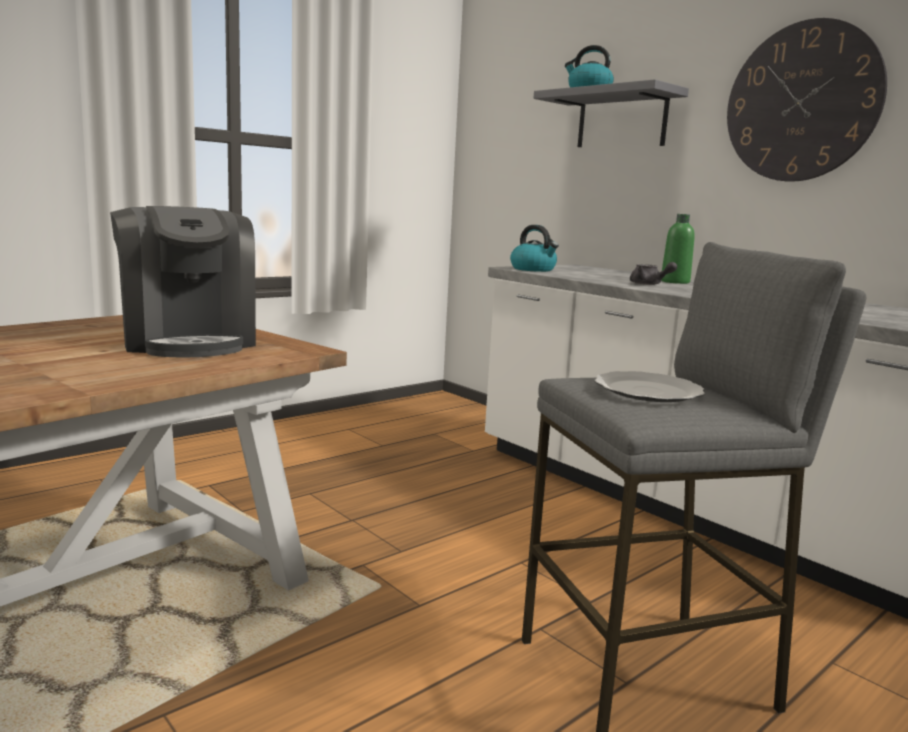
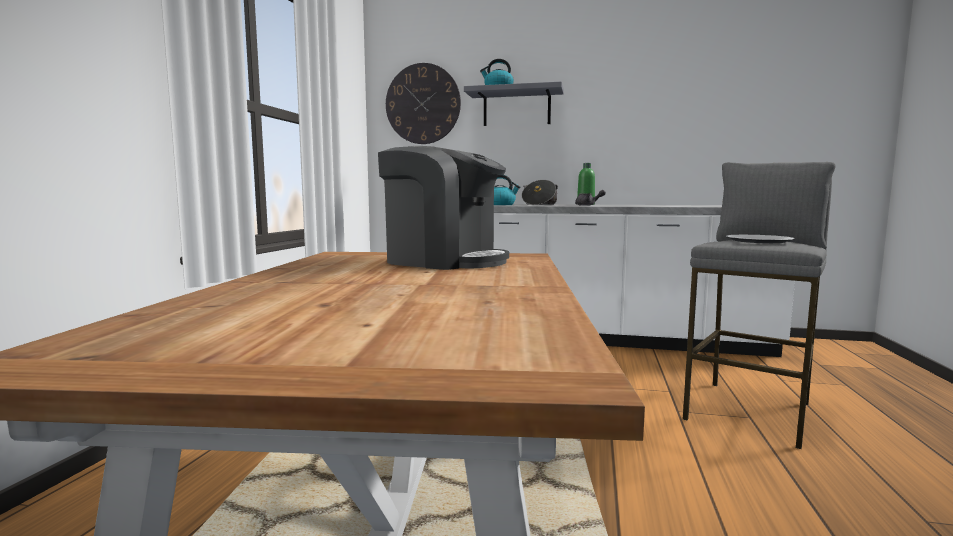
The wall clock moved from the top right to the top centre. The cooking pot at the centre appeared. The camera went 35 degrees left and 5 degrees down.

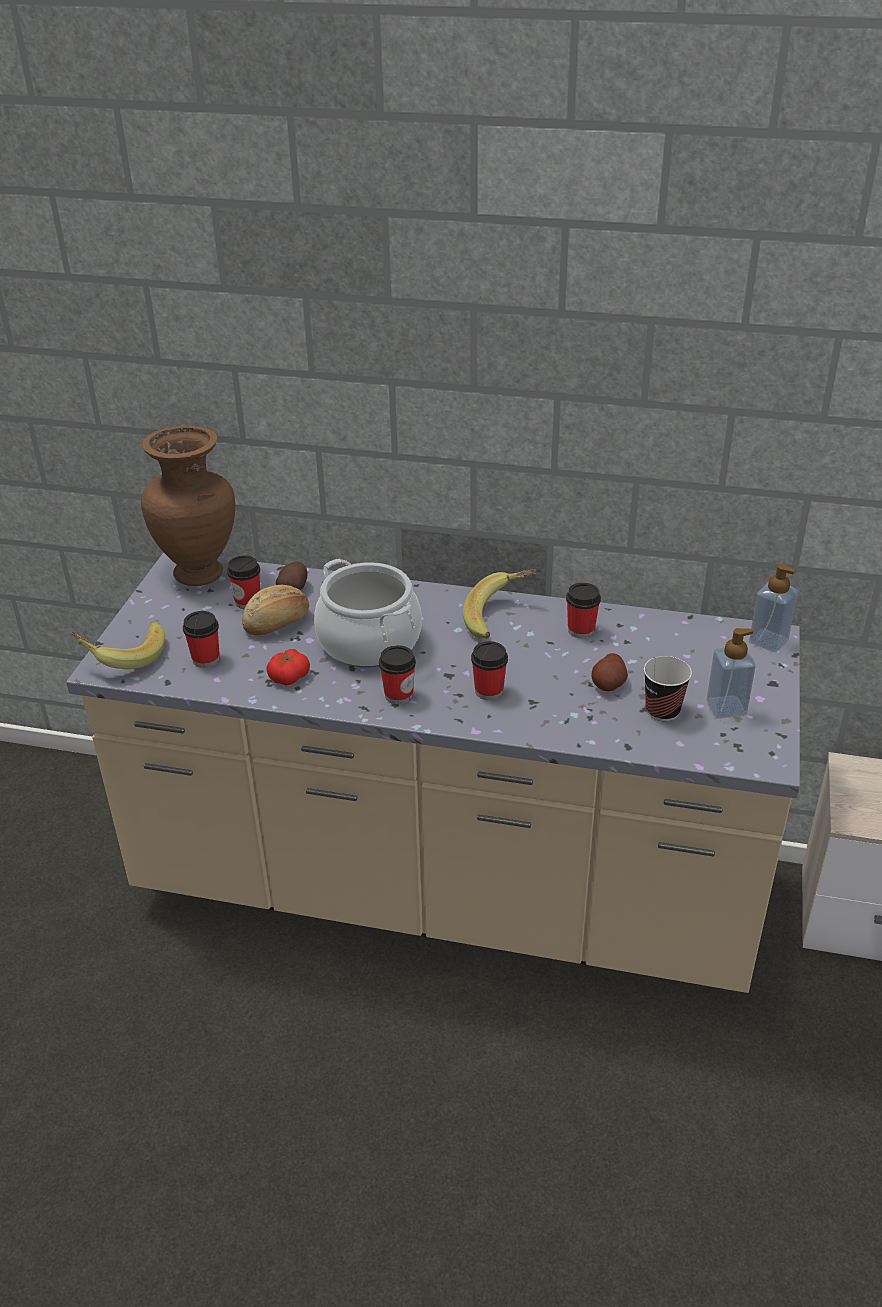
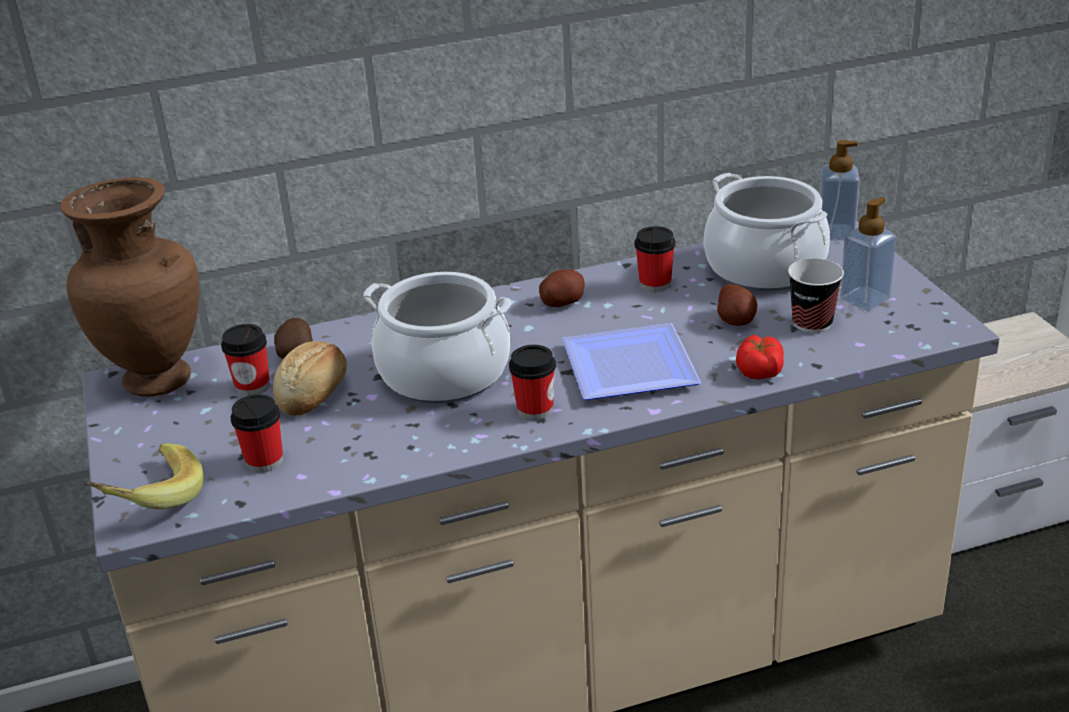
The tomato moved from the middle left to the middle right. The banana (no. 2 from left) at the centre was replaced by the potato (no. 2 from left) at the centre. The cup (no. 4 from left) at the centre was replaced by the plate at the centre. The cooking pot (no. 2 from left) at the top right appeared. The camera went 30 degrees left and 5 degrees down.

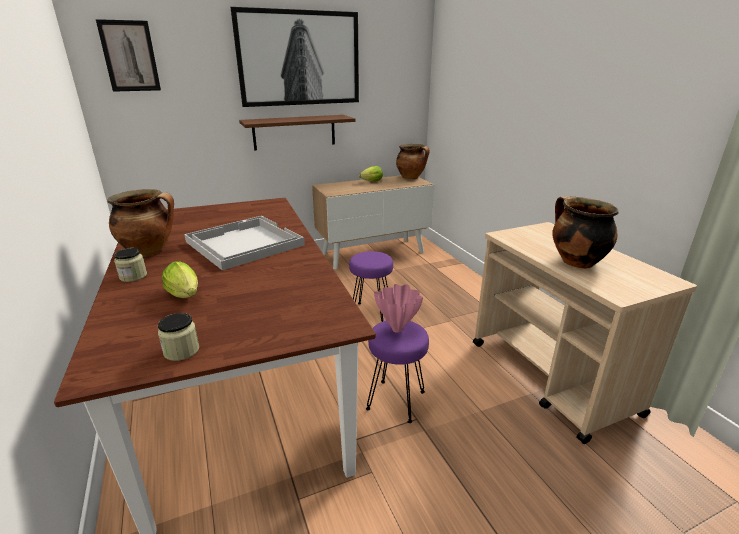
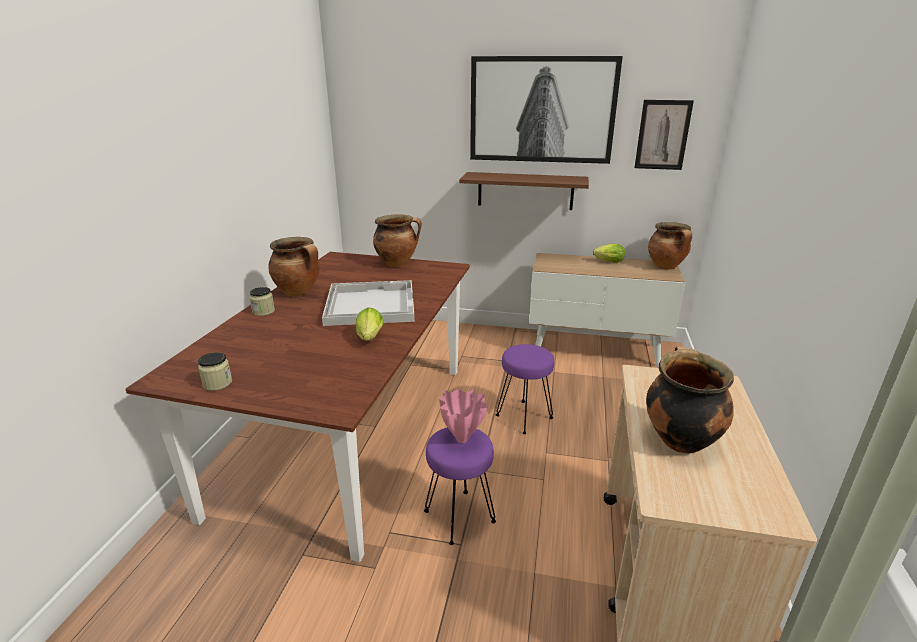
The picture (no. 1 from left in the first image) moved from the top left to the top right. The lettuce (no. 1 from left) moved from the middle left to the centre. The cooking pot (no. 2 from left) at the centre appeared. The camera went 35 degrees right and 0 degrees up.

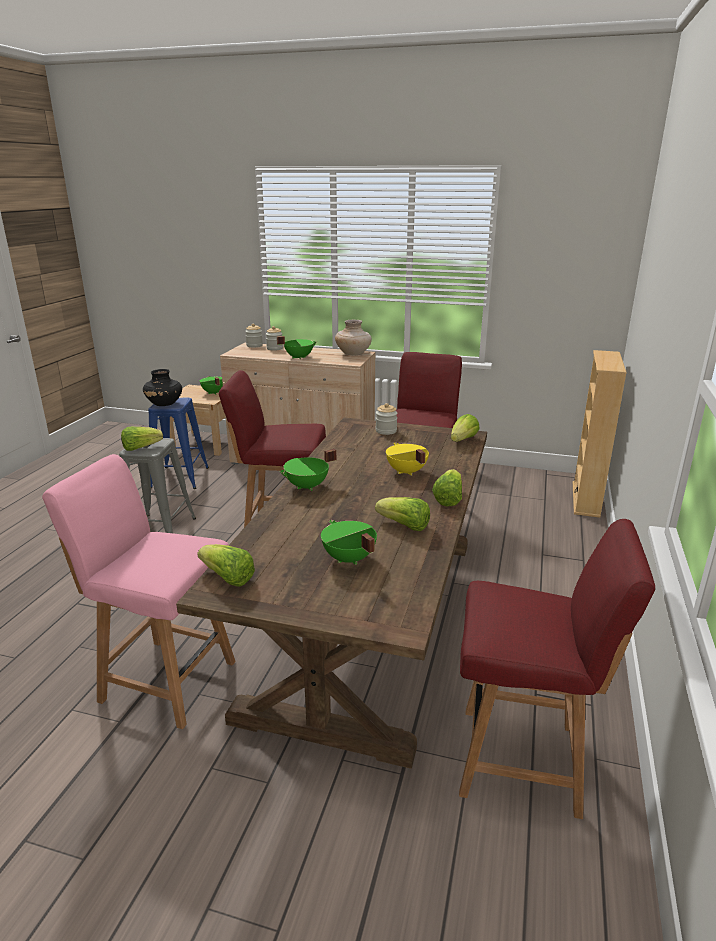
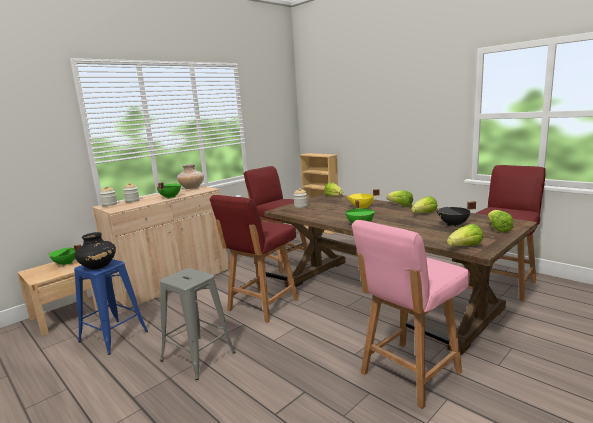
The lettuce (no. 1 from left in the first image) moved from the middle left to the middle right. The green cooking pot (no. 4 from left) at the centre became the black cooking pot at the middle right. The camera went 60 degrees left and 10 degrees down.

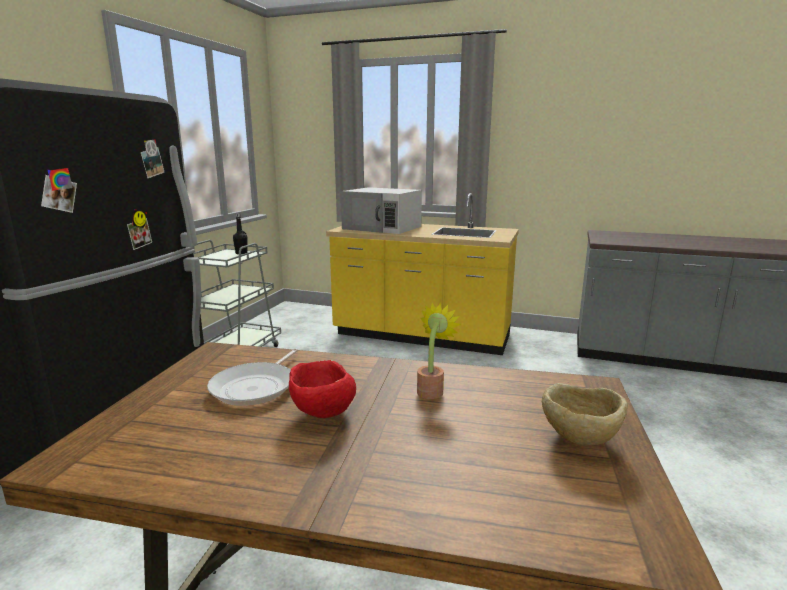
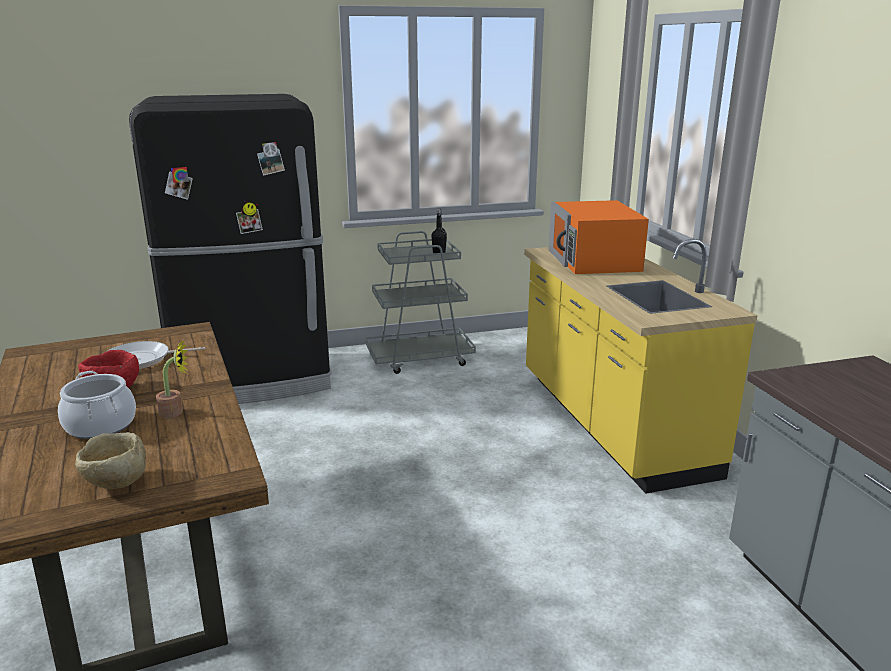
The white microwave at the centre became the orange microwave at the middle right. The cooking pot at the middle left appeared. The camera went 55 degrees right and 5 degrees up.

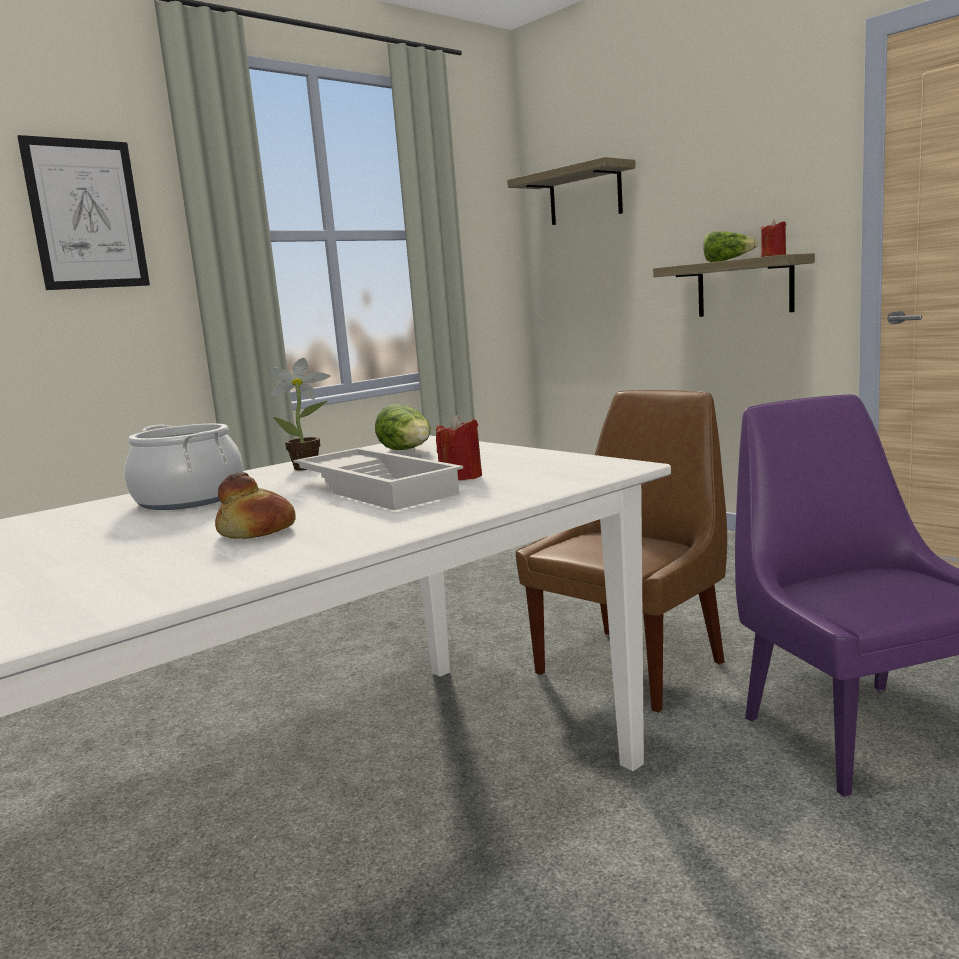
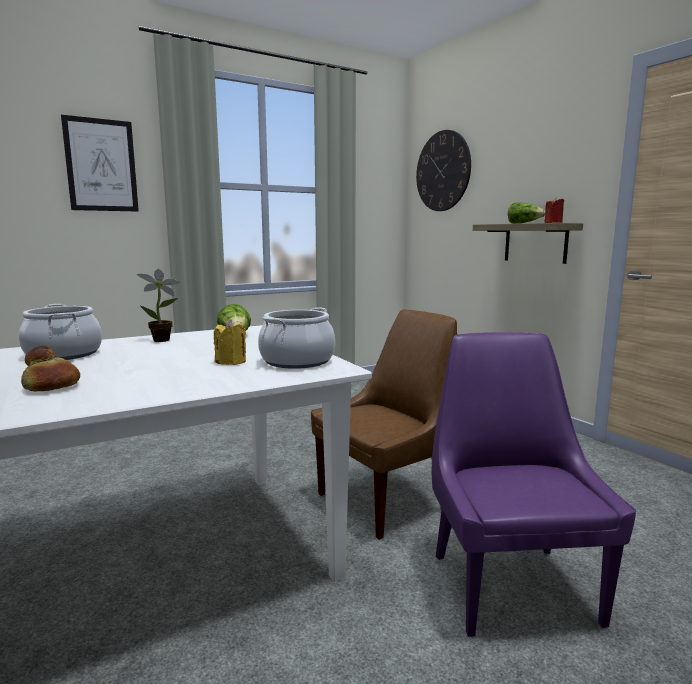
The white tray at the centre disappeared. The red candle (no. 1 from left) at the centre became the yellow candle at the middle left. The shelf (no. 1 from left) at the top centre was replaced by the wall clock at the top centre. The cooking pot (no. 2 from left) at the centre appeared. The camera went 10 degrees right and 0 degrees up.

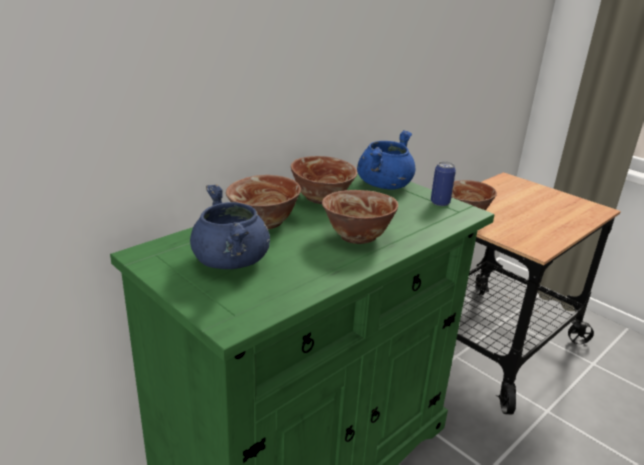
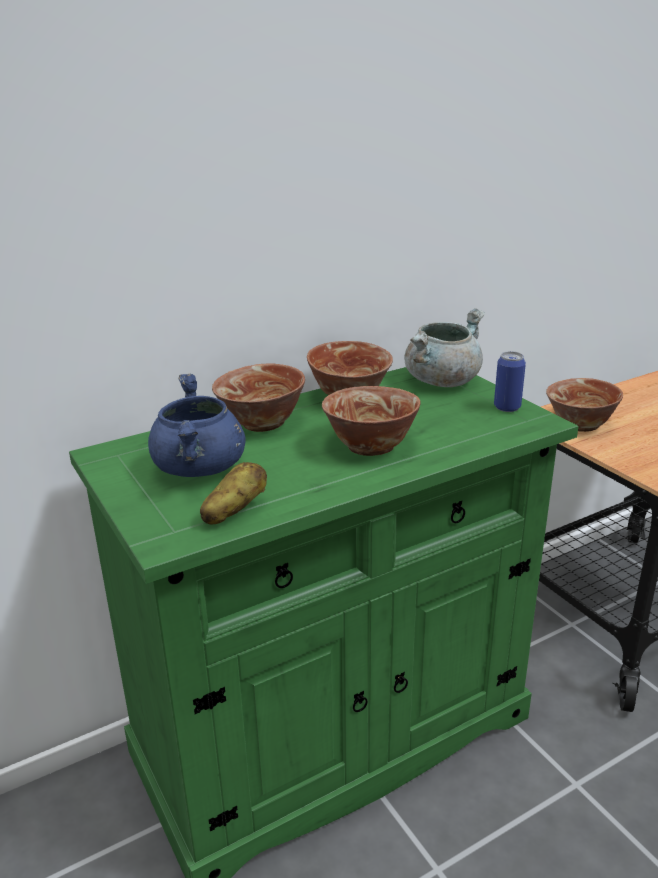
The blue cooking pot (no. 2 from left) at the centre became the grey cooking pot at the middle right. The potato at the centre appeared. The camera went 15 degrees right and 0 degrees up.

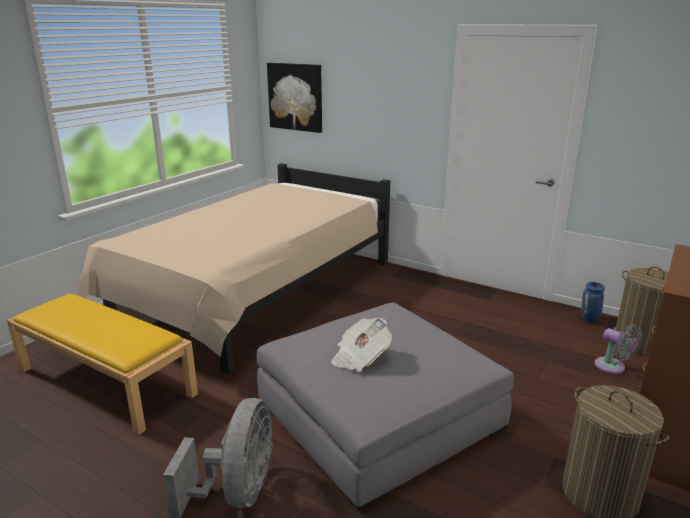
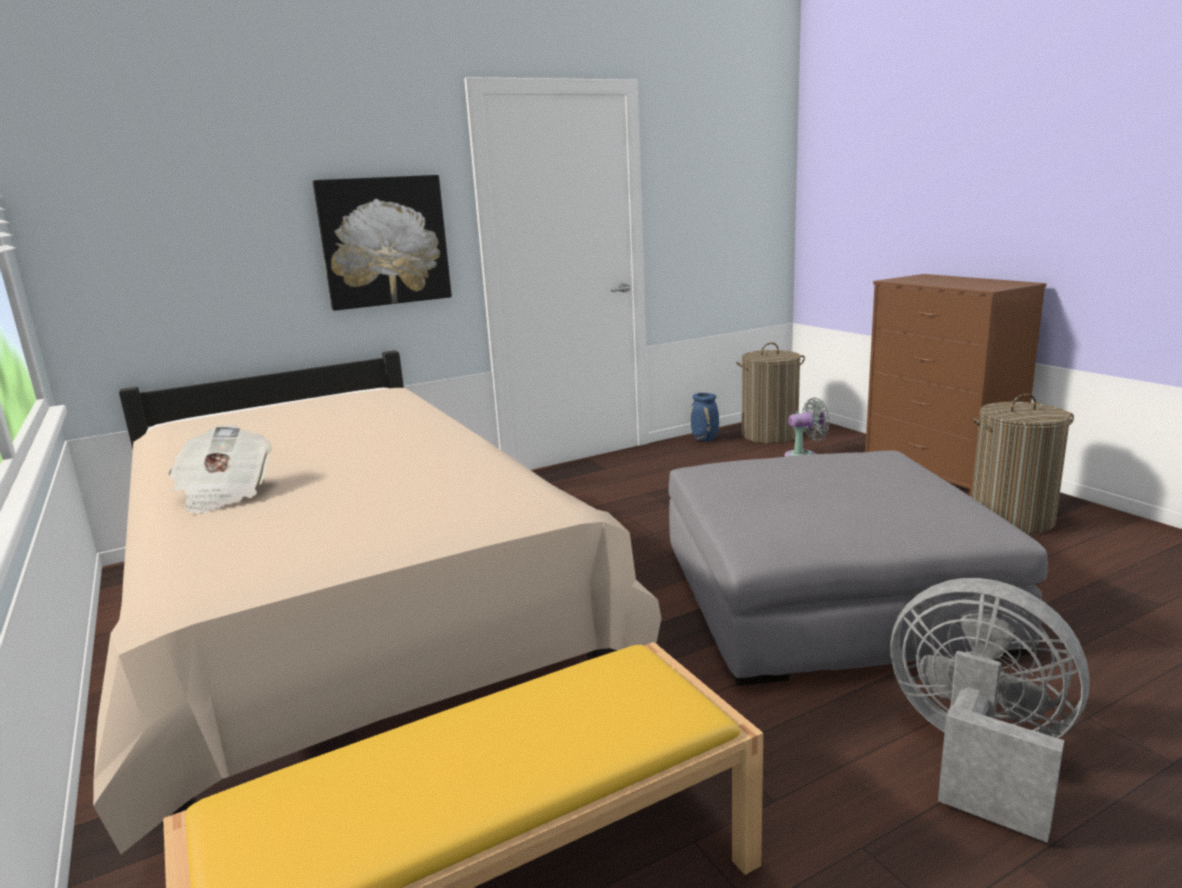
The picture moved from the top centre to the top left. The newspaper moved from the centre to the middle left. The camera went 60 degrees left and 5 degrees down.

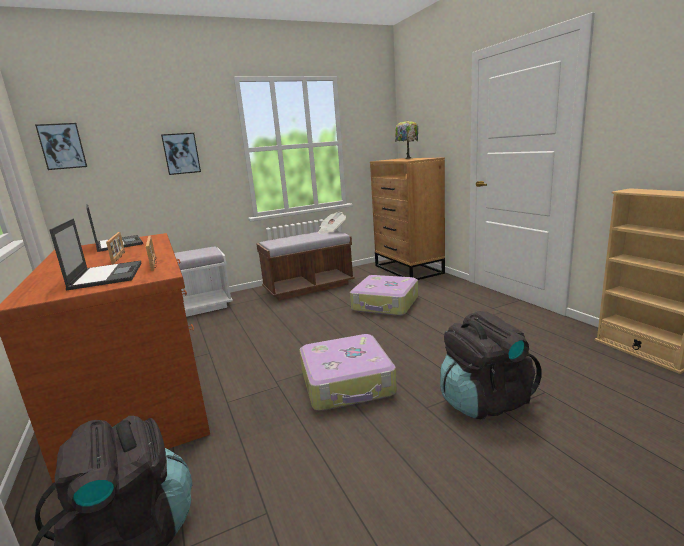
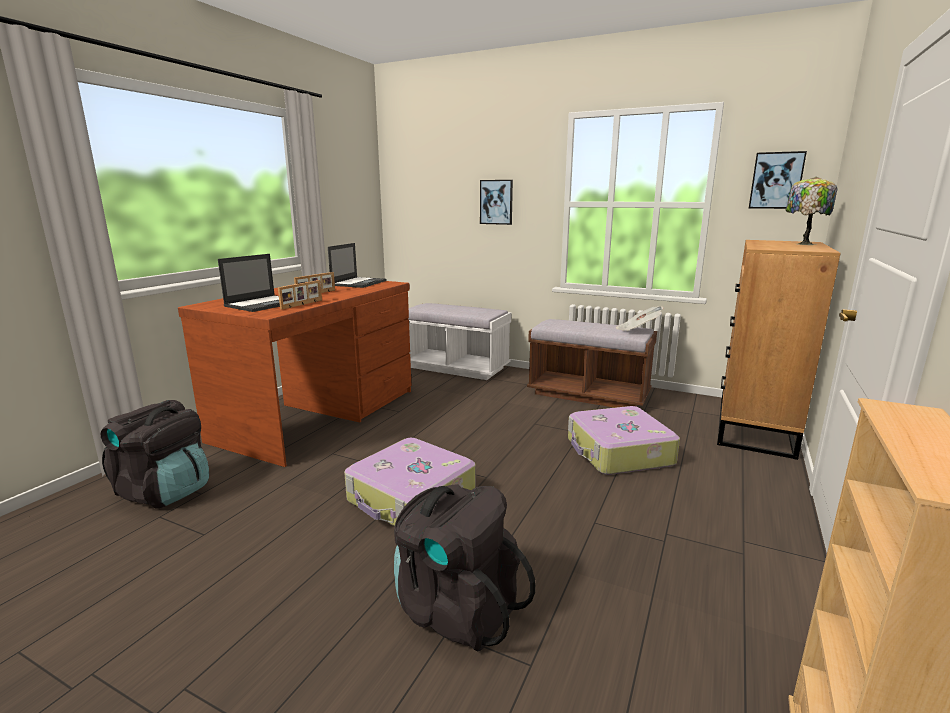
The picture (no. 1 from left in the first image) moved from the top left to the top right. The camera went 50 degrees right and 0 degrees up.

